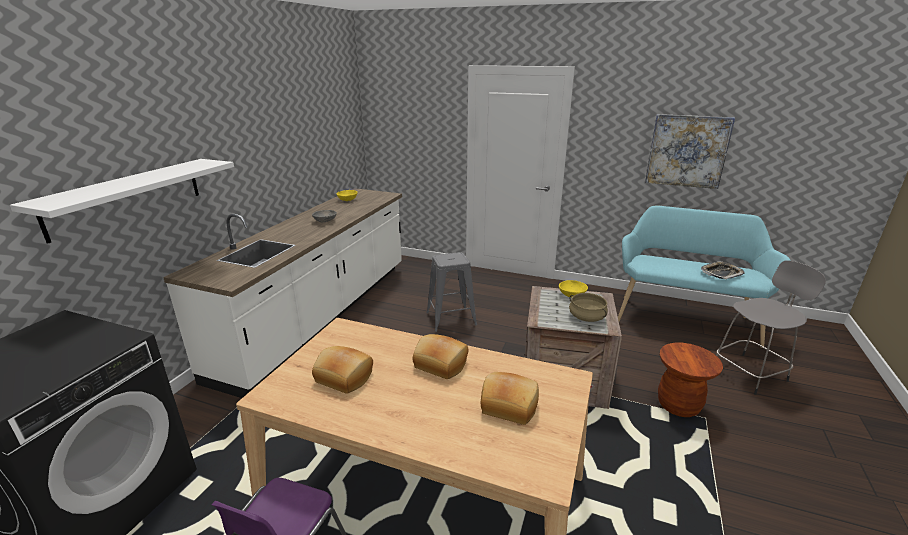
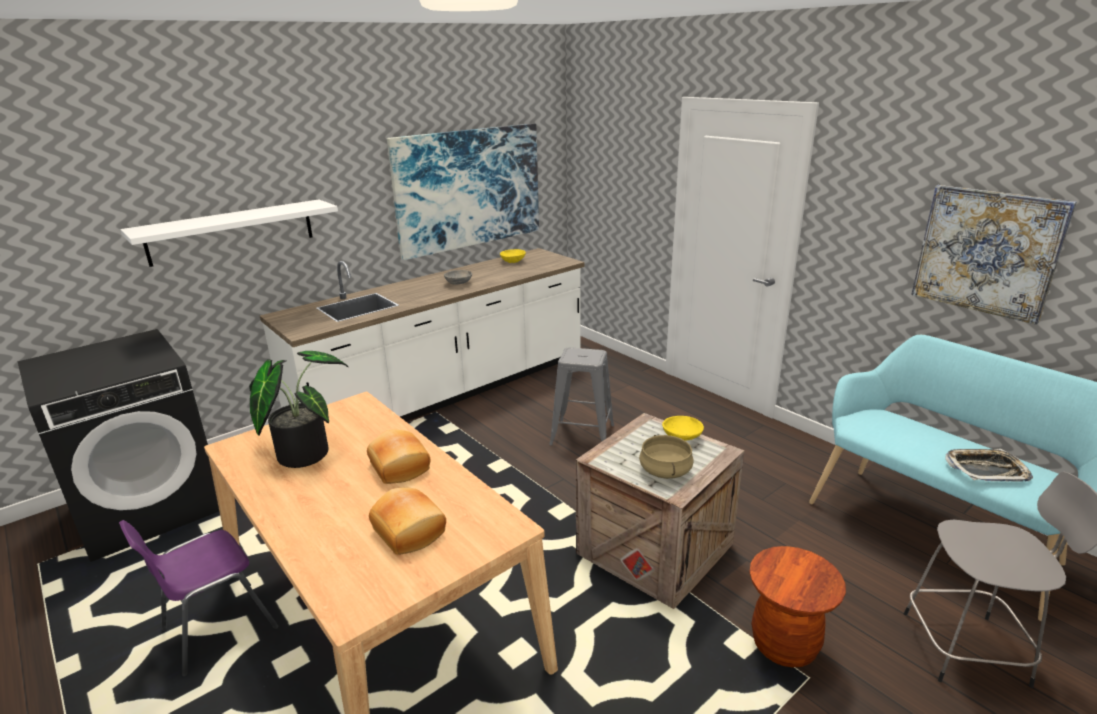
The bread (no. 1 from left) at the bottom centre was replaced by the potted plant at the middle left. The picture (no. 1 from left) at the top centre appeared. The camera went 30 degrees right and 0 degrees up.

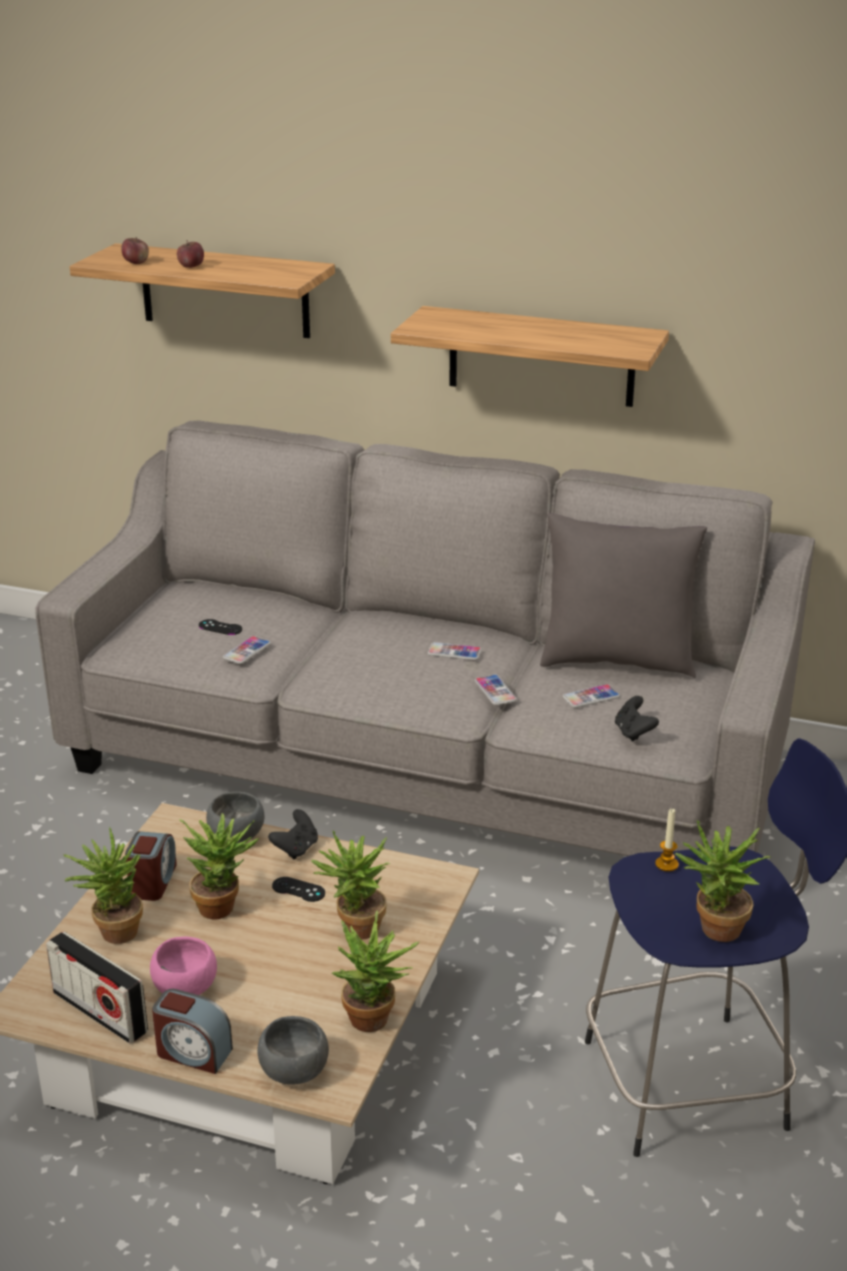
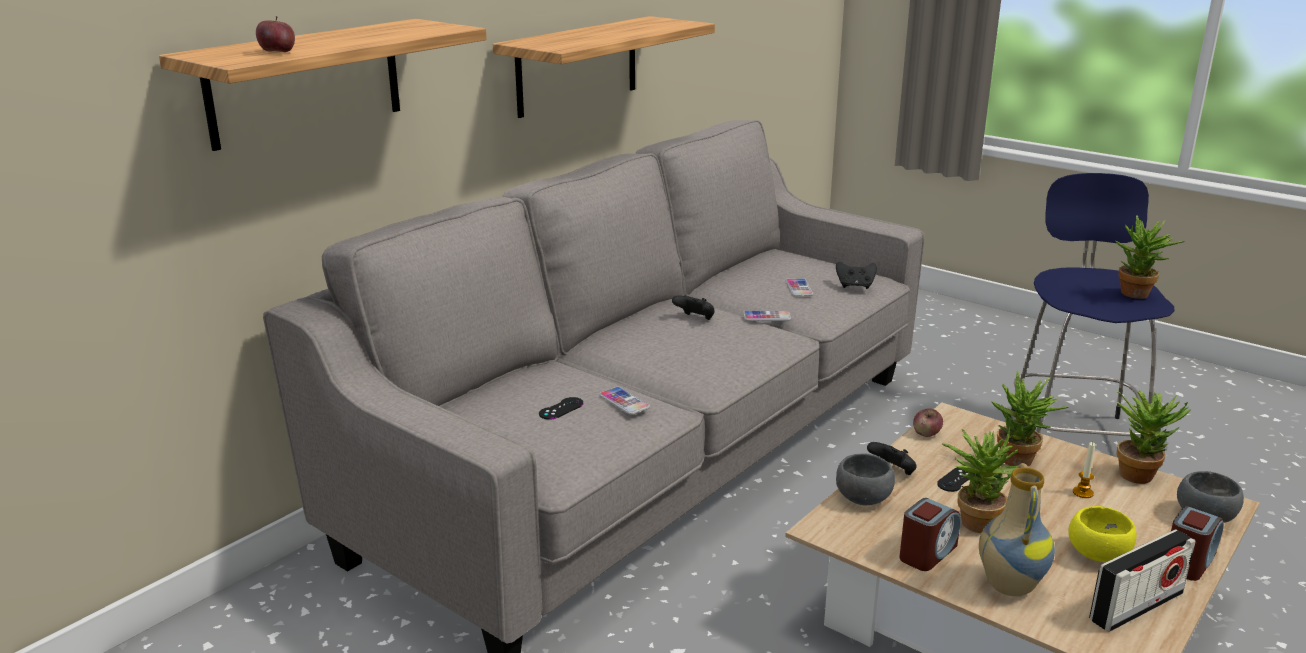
The potted plant (no. 1 from left) at the bottom left was replaced by the vase at the bottom right. The alarm clock (no. 1 from left) at the bottom left turned 105 degrees clockwise. The pink bowl at the bottom left became the yellow bowl at the bottom right. The apple (no. 2 from left) moved from the top left to the middle right. The phone (no. 2 from left) at the centre was replaced by the black game controller (no. 2 from left) at the centre. The grey pillow at the middle right disappeared. The candle moved from the middle right to the bottom right. The camera went 70 degrees left and 5 degrees down.

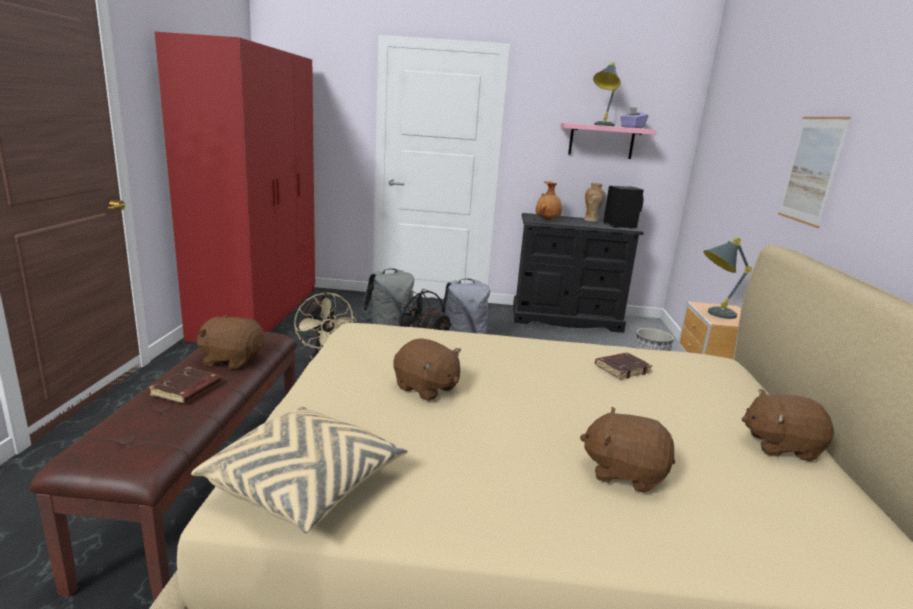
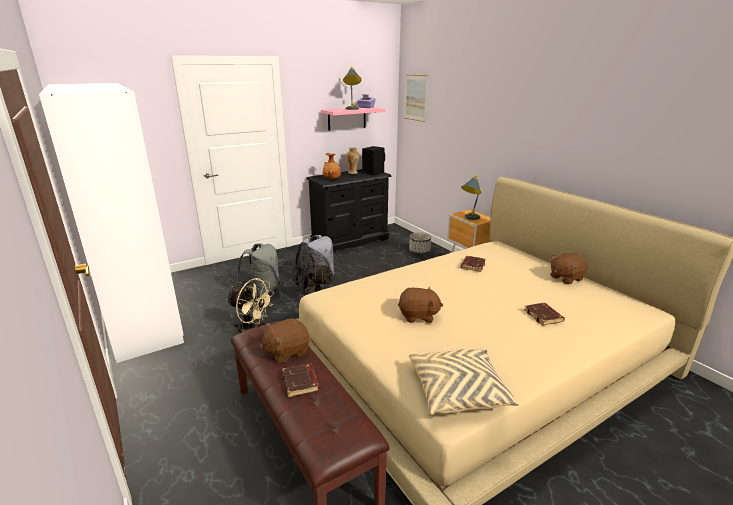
The red wardrobe at the top left became the white wardrobe at the middle left. The brown plush toy (no. 3 from left) at the bottom right was replaced by the brown book (no. 3 from left) at the middle right. The picture moved from the top right to the top centre. The camera went 35 degrees left and 5 degrees up.

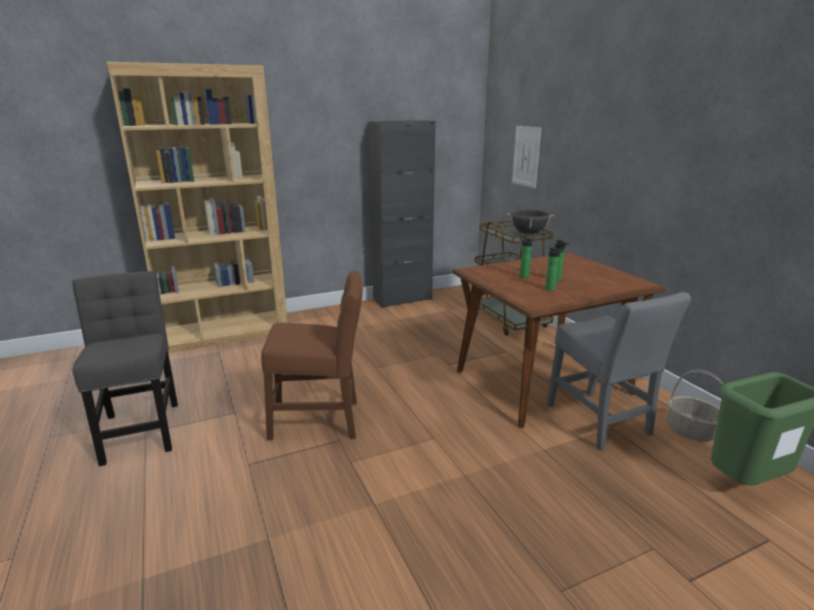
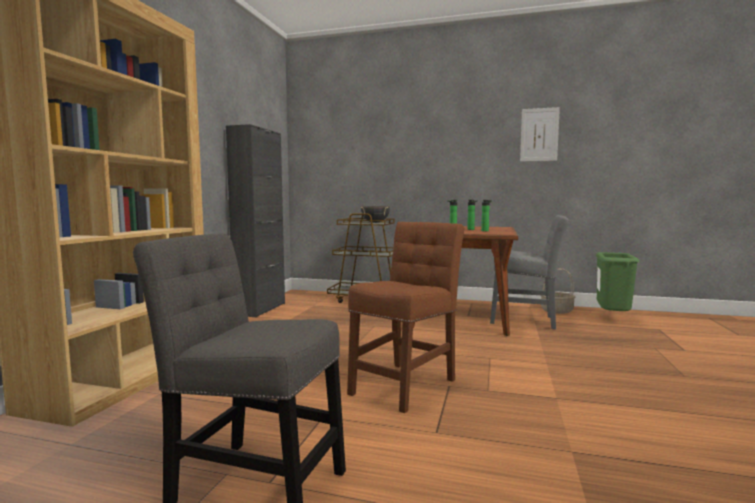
The picture moved from the top centre to the top right. The camera went 50 degrees left and 15 degrees down.

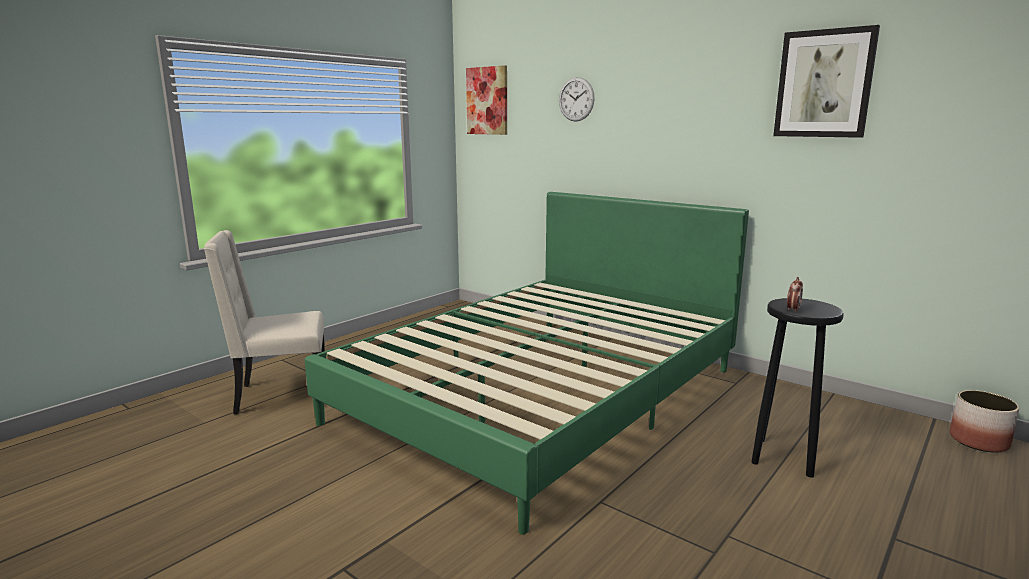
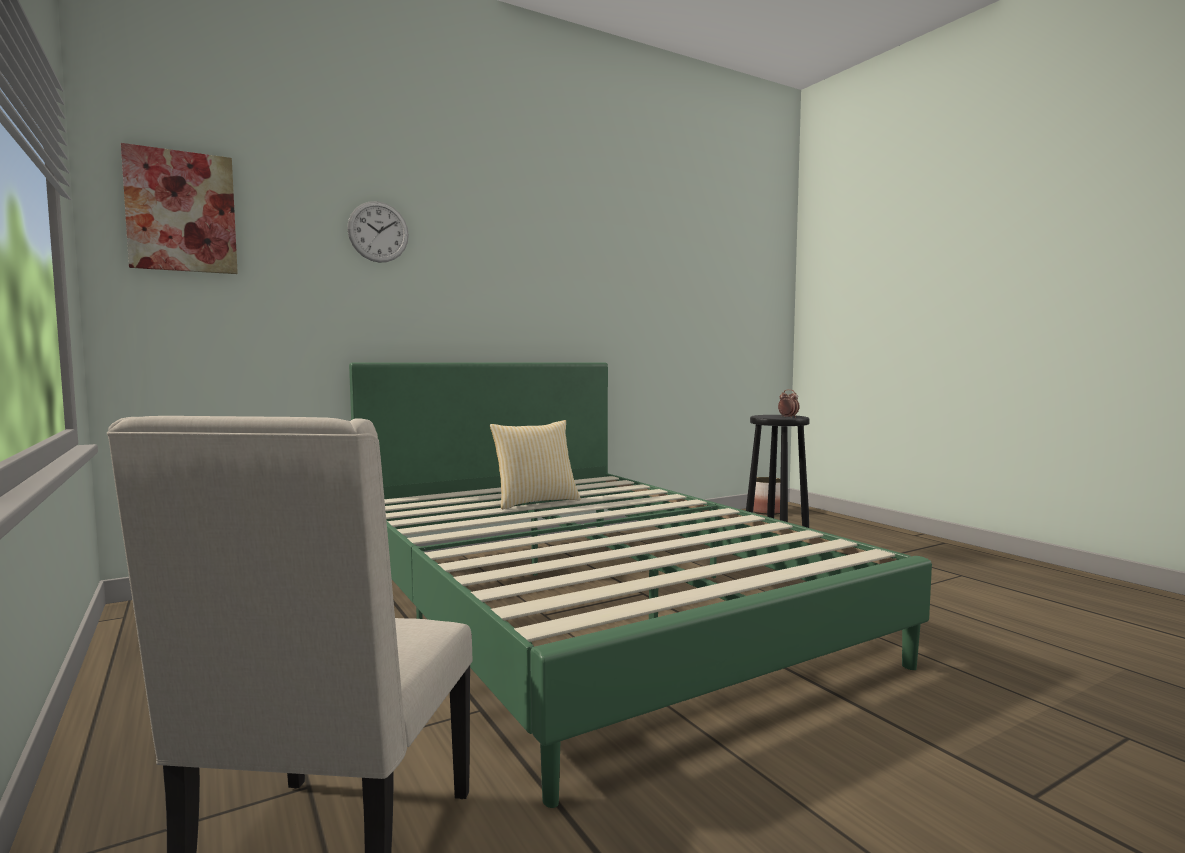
The picture (no. 2 from left) at the top right disappeared. The pillow at the centre appeared. The camera went 70 degrees left and 10 degrees down.

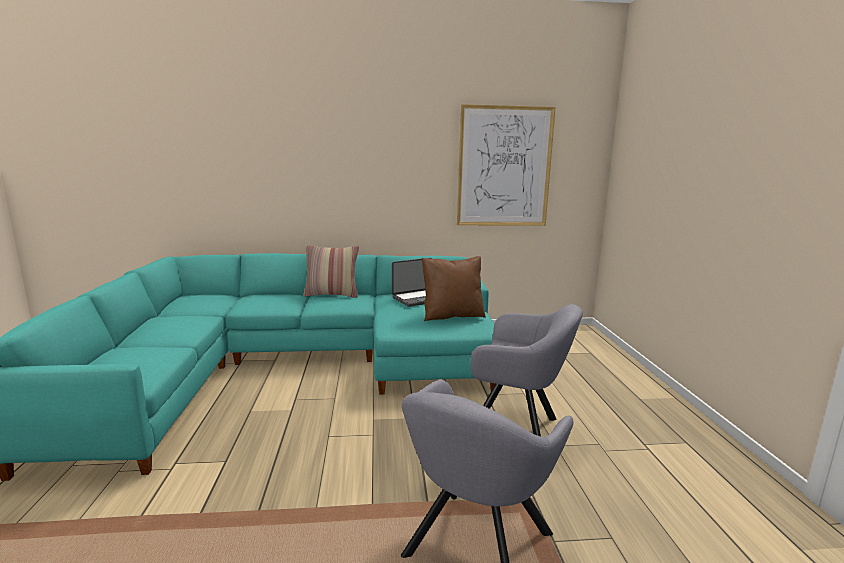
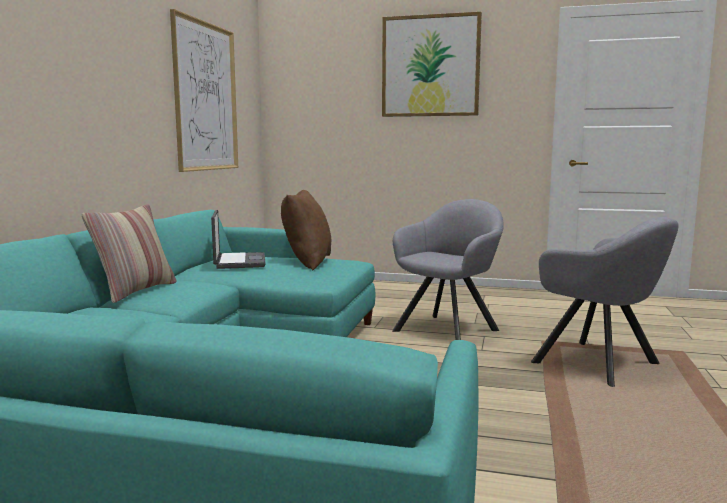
The picture (no. 2 from left) at the top centre appeared. The camera went 70 degrees left and 5 degrees down.

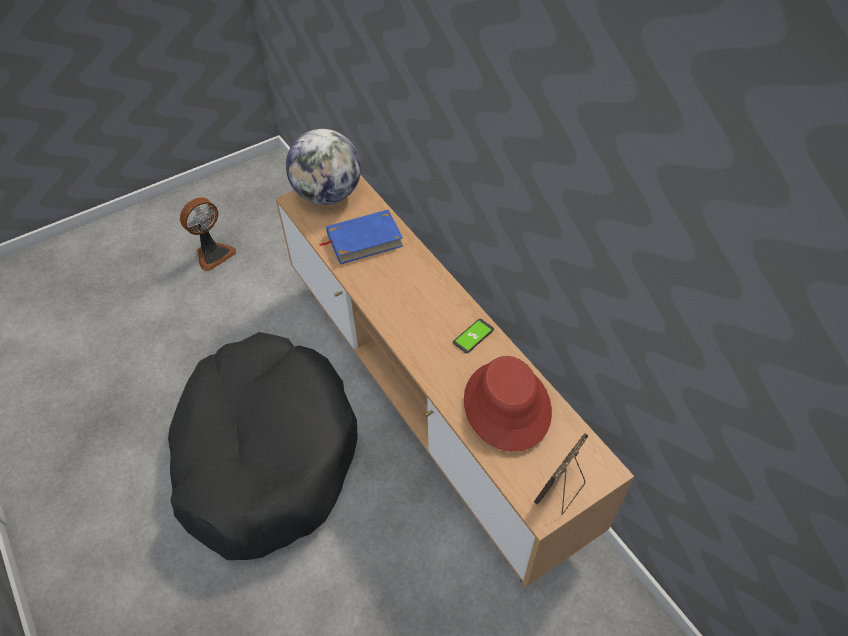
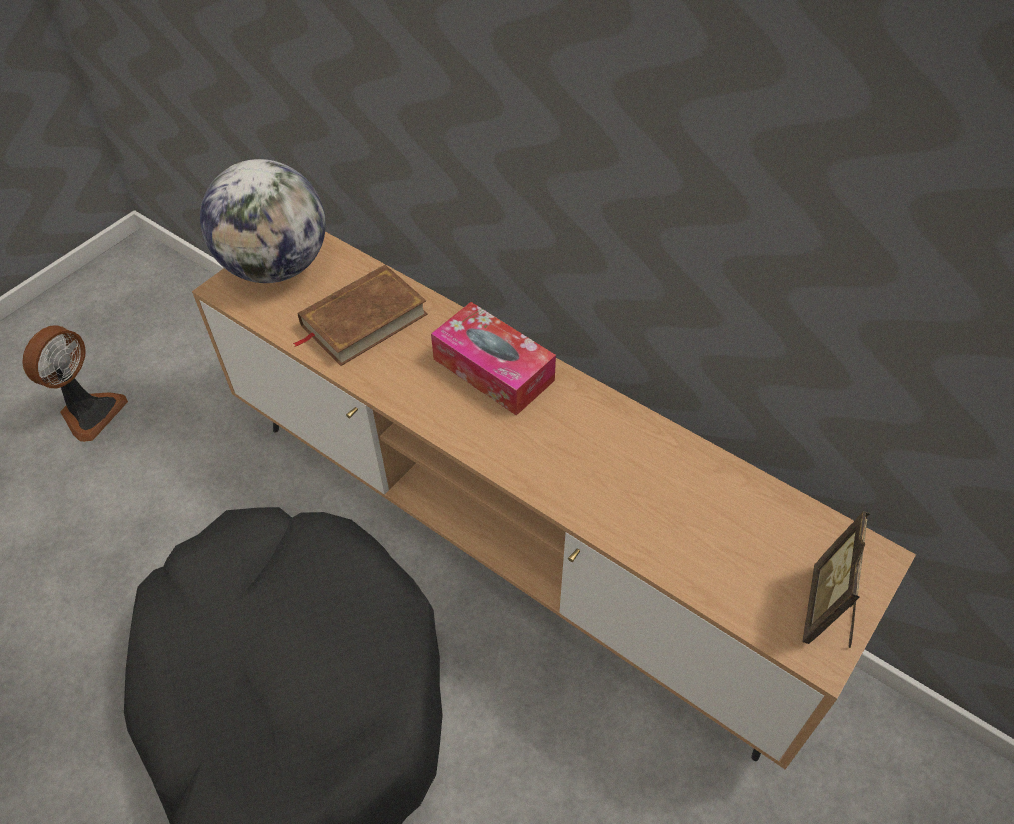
The blue book at the centre became the brown book at the centre. The phone at the centre disappeared. The red hat at the centre disappeared. The tissue box at the centre appeared. The camera went 20 degrees left and 0 degrees up.

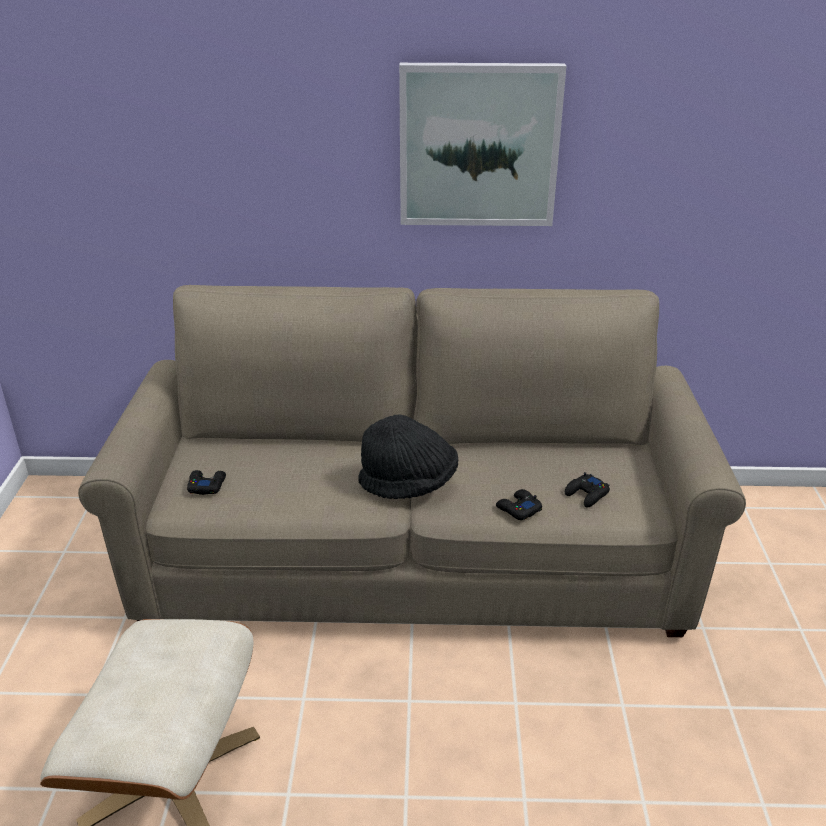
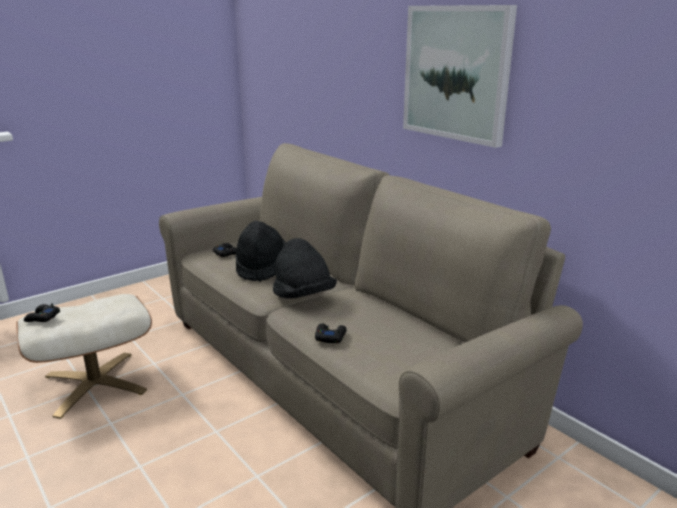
The black game controller (no. 3 from left in the first image) moved from the middle right to the middle left. The black hat (no. 1 from left) at the centre appeared. The camera went 50 degrees right and 10 degrees down.

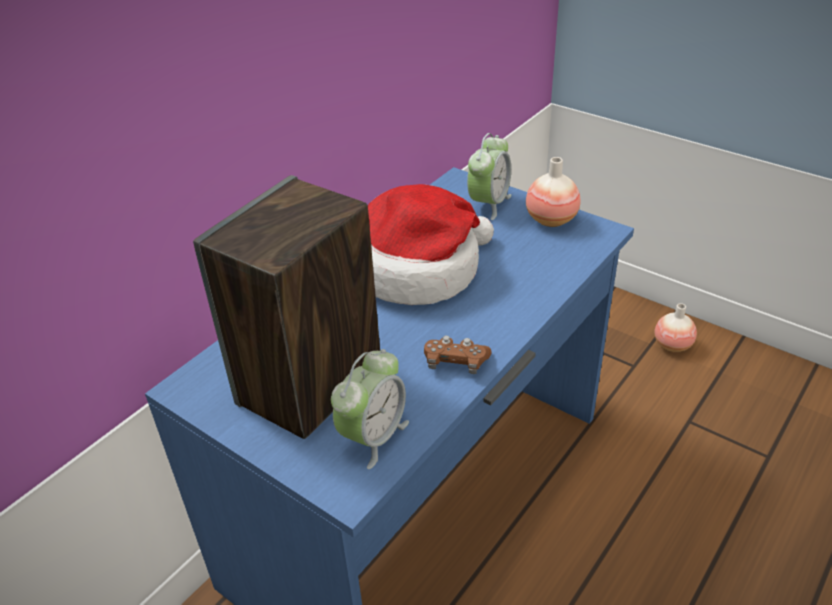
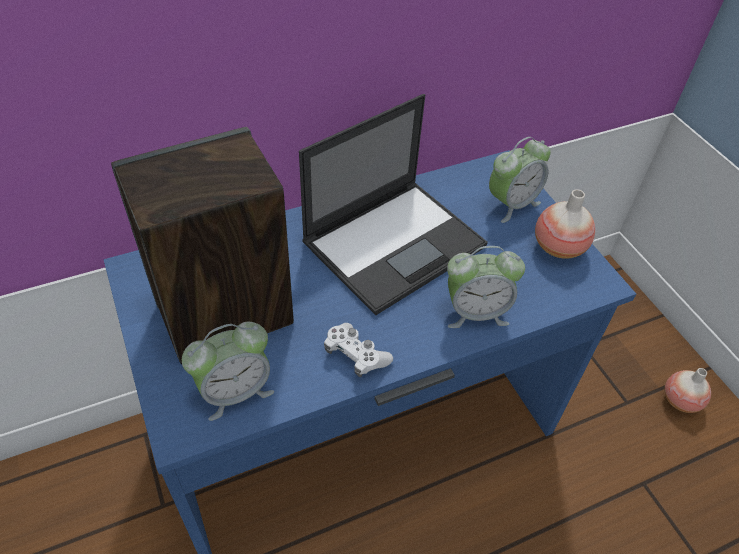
The hat at the centre was replaced by the laptop at the centre. The brown game controller at the centre became the white game controller at the centre. The alarm clock (no. 2 from left) at the centre appeared. The camera went 25 degrees right and 10 degrees up.

